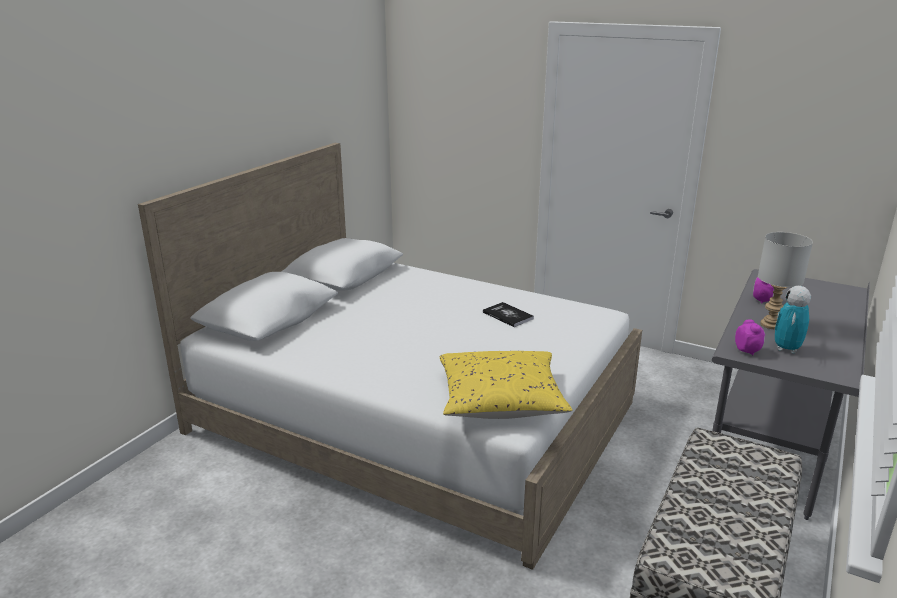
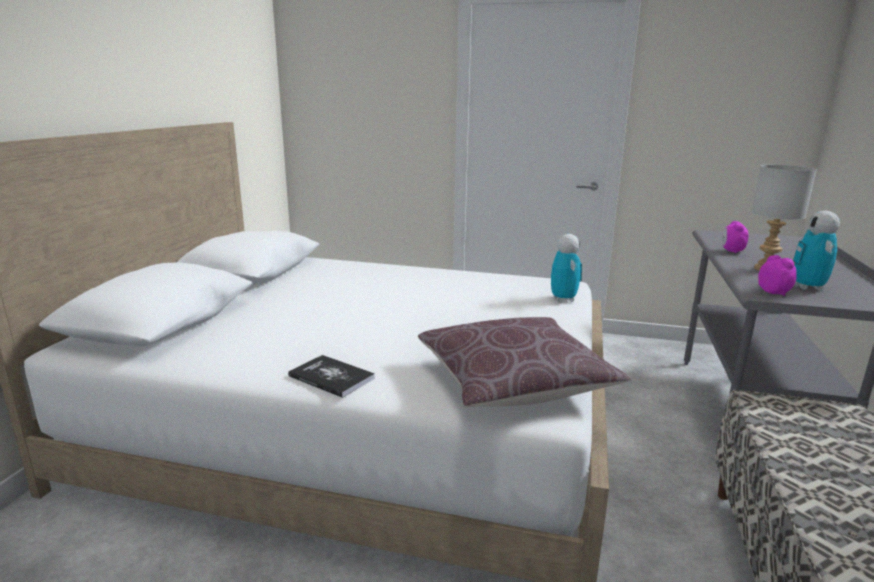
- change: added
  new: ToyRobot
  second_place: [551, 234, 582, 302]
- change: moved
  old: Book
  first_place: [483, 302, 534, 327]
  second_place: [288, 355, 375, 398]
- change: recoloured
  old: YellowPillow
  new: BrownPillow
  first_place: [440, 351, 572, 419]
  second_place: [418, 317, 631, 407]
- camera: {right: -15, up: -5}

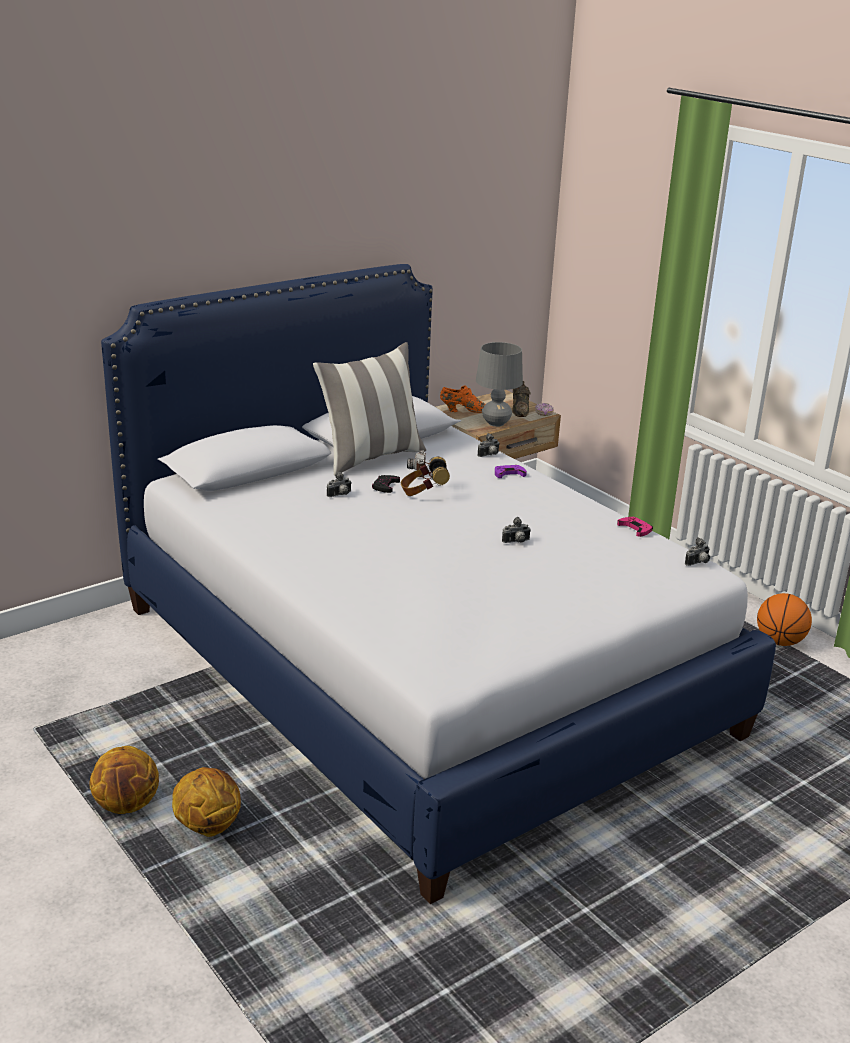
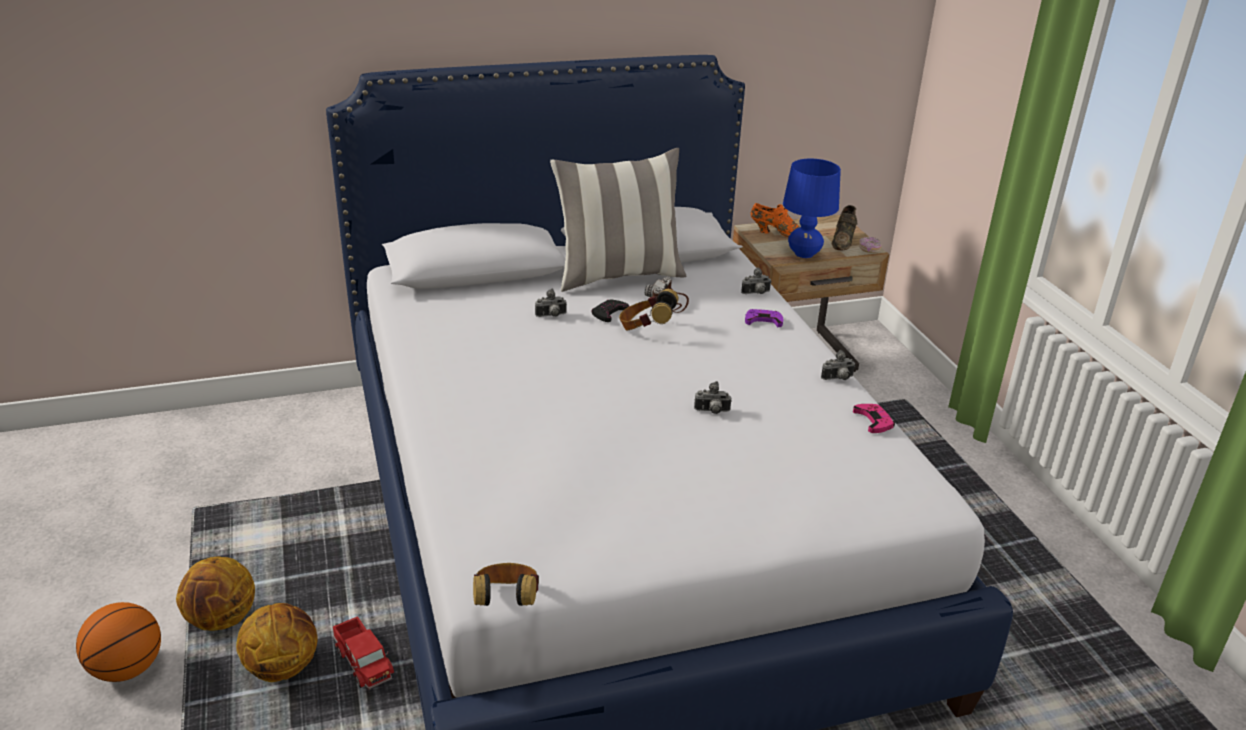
- change: added
  new: ToyTruck
  second_place: [333, 616, 394, 689]
- change: added
  new: Headphones
  second_place: [473, 563, 539, 606]
- change: moved
  old: PhotoCamera
  first_place: [685, 537, 710, 566]
  second_place: [821, 350, 856, 380]
- change: moved
  old: Basketball
  first_place: [757, 593, 812, 646]
  second_place: [76, 602, 161, 682]
- change: recoloured
  old: GreyTableLamp
  new: BlueTableLamp
  first_place: [476, 342, 523, 427]
  second_place: [783, 159, 841, 258]
- camera: {right: 20, up: 5}

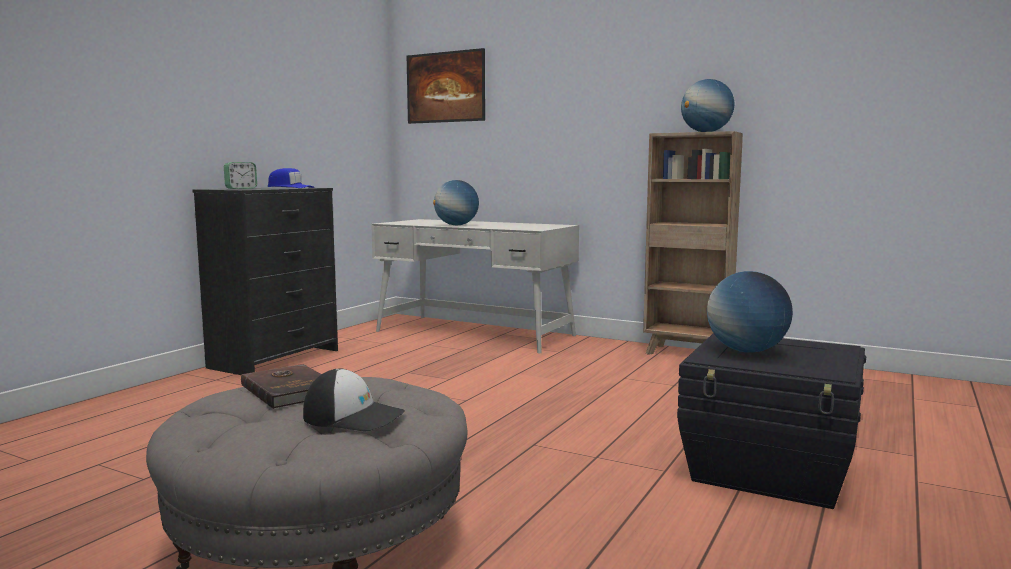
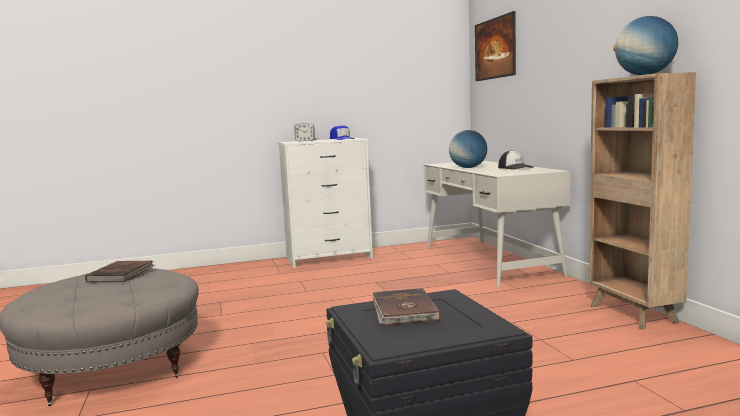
- change: moved
  old: Cap
  first_place: [303, 368, 405, 431]
  second_place: [498, 150, 533, 170]
- change: replaced
  old: Globe
  new: BrownBook
  first_place: [707, 271, 793, 353]
  second_place: [372, 288, 441, 325]
- change: recoloured
  old: BlackDresser
  new: WhiteDresser
  first_place: [192, 187, 338, 375]
  second_place: [278, 138, 373, 268]
- camera: {right: 45, up: 0}

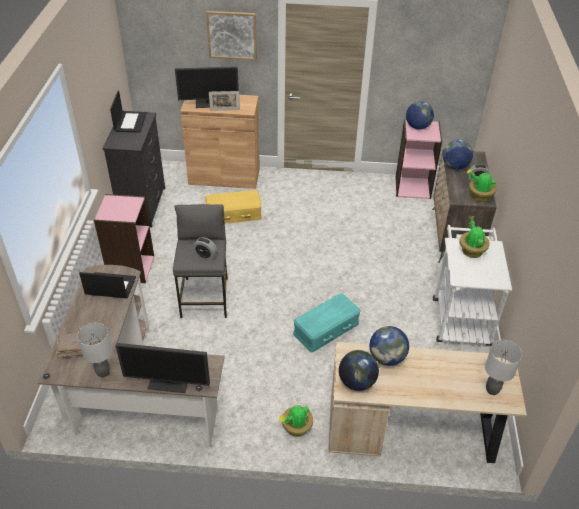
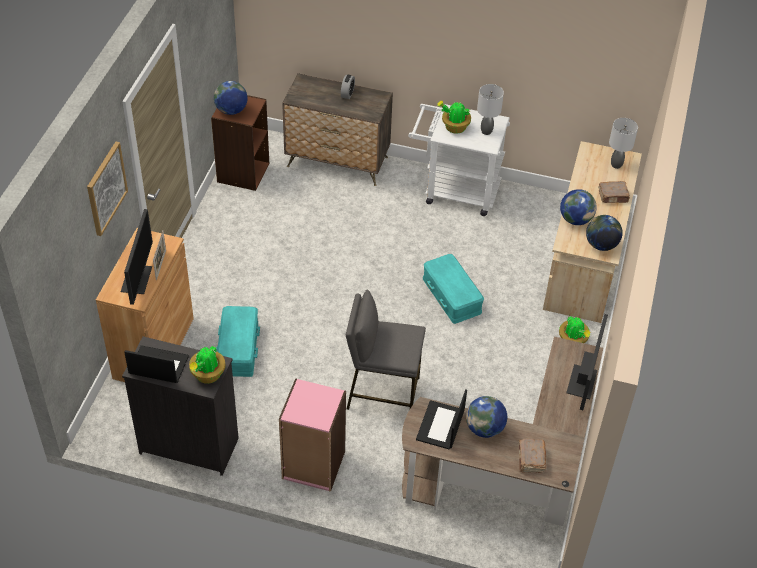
- change: removed
  old: AlarmClock
  first_place: [192, 237, 217, 260]
- change: added
  new: BrownBook
  second_place: [598, 181, 630, 203]
- change: moved
  old: GreyTableLamp
  first_place: [77, 323, 112, 377]
  second_place: [477, 84, 504, 135]
- change: moved
  old: Globe
  first_place: [443, 140, 473, 170]
  second_place: [466, 396, 507, 438]
- change: moved
  old: PottedPlant
  first_place: [466, 169, 497, 202]
  second_place: [189, 345, 226, 384]
- change: recoloured
  old: YellowStorageBox
  new: TurquoiseStorageBox
  first_place: [205, 190, 262, 224]
  second_place: [216, 306, 260, 377]
- change: recoloured
  old: PinkBookcase
  new: BrownBookcase
  first_place: [396, 120, 442, 199]
  second_place: [211, 95, 269, 191]
- camera: {right: -80, up: 5}

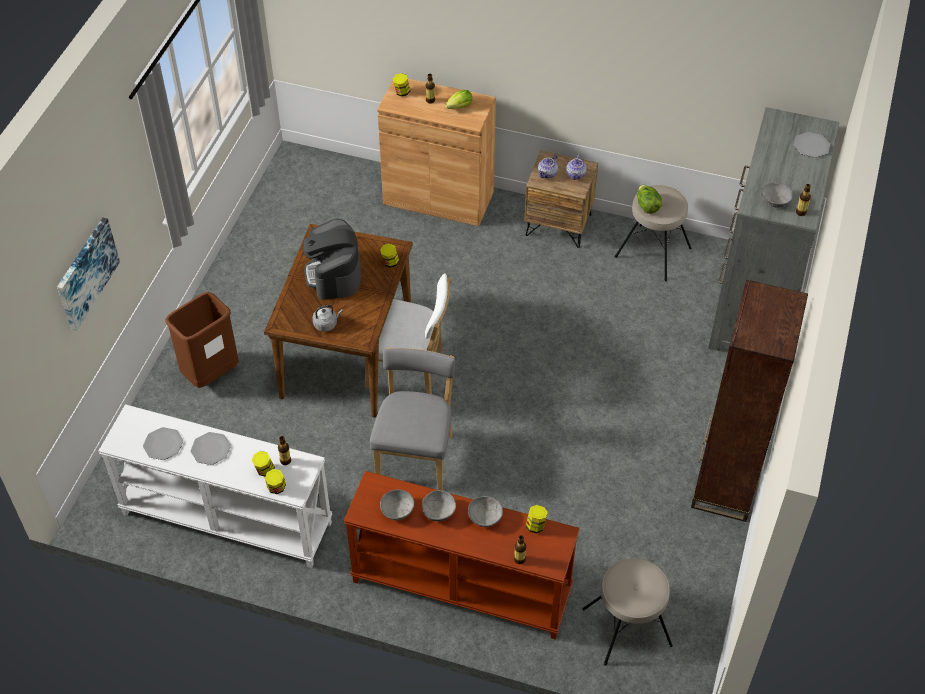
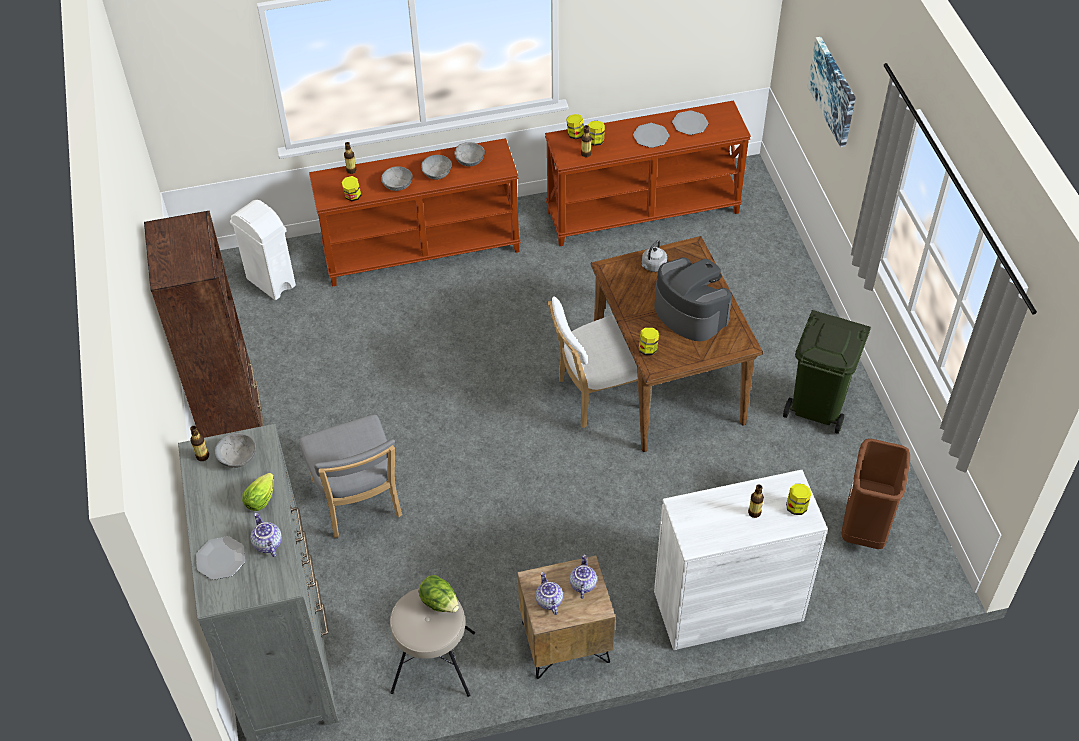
- change: added
  new: Teapot
  second_place: [251, 513, 282, 557]
- change: added
  new: GreenTrashCan
  second_place: [783, 310, 871, 434]
- change: moved
  old: BrownTrashCan
  first_place: [165, 292, 239, 388]
  second_place: [842, 439, 910, 549]
- change: moved
  old: GreyChair
  first_place: [370, 347, 456, 490]
  second_place: [299, 414, 402, 538]
- change: moved
  old: Lettuce
  first_place: [445, 90, 472, 109]
  second_place: [242, 473, 274, 511]
- change: replaced
  old: BeigeStool
  new: WhiteTrashCan
  first_place: [583, 558, 673, 666]
  second_place: [230, 200, 296, 300]
- change: recoloured
  old: WhiteConsoleTable
  new: BrownConsoleTable
  first_place: [99, 404, 332, 568]
  second_place: [545, 101, 751, 246]
- change: recoloured
  old: BrownCabinet
  new: WhiteCabinet
  first_place: [377, 78, 496, 226]
  second_place: [654, 470, 828, 650]
- camera: {right: 150, up: 0}

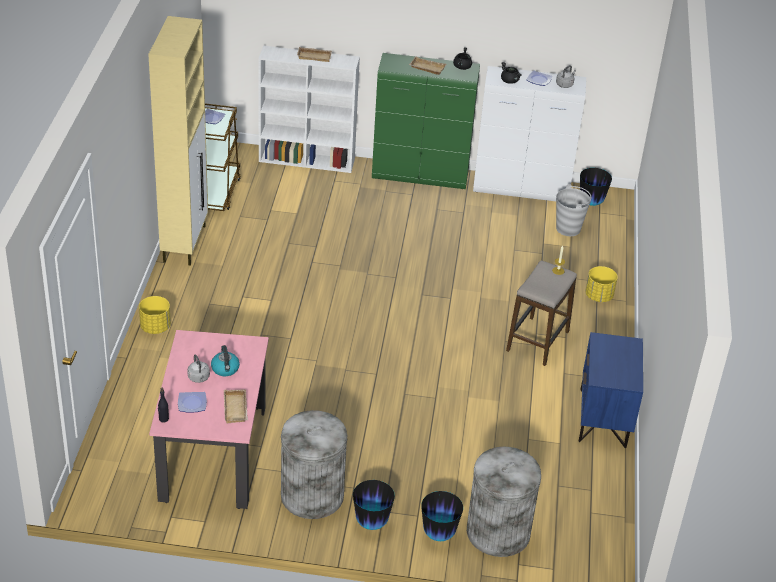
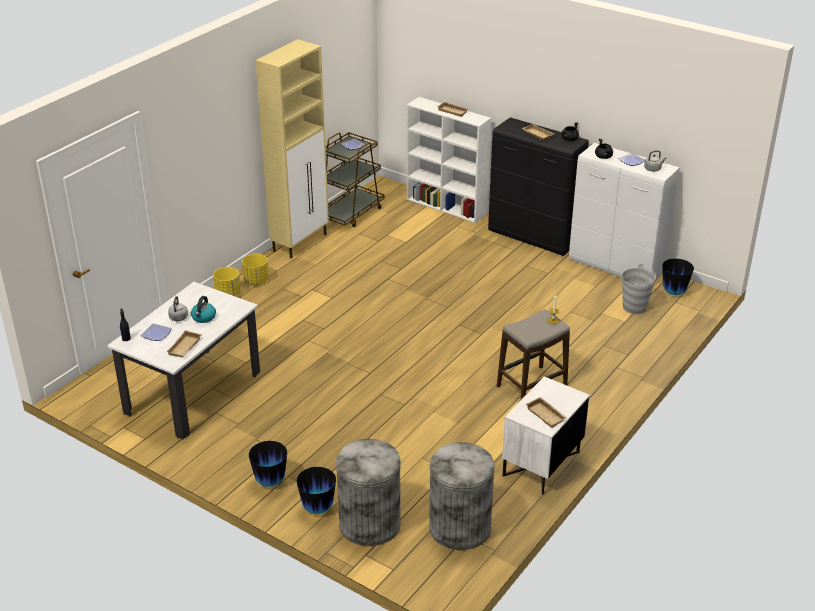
- change: added
  new: BeigeTray
  second_place: [526, 397, 567, 428]
- change: moved
  old: GreyTrashCan
  first_place: [281, 410, 347, 519]
  second_place: [429, 442, 495, 550]
- change: moved
  old: YellowPlanter
  first_place: [585, 266, 618, 302]
  second_place: [242, 254, 269, 284]
- change: recoloured
  old: PinkDiningTable
  new: WhiteDiningTable
  first_place: [149, 330, 269, 509]
  second_place: [107, 282, 260, 440]
- change: recoloured
  old: GreenCabinet
  new: BlackCabinet
  first_place: [372, 53, 480, 189]
  second_place: [488, 117, 589, 256]
- change: recoloured
  old: BlueNightstand
  new: WhiteNightstand
  first_place: [578, 332, 643, 448]
  second_place: [502, 377, 590, 495]
- camera: {right: 30, up: -5}

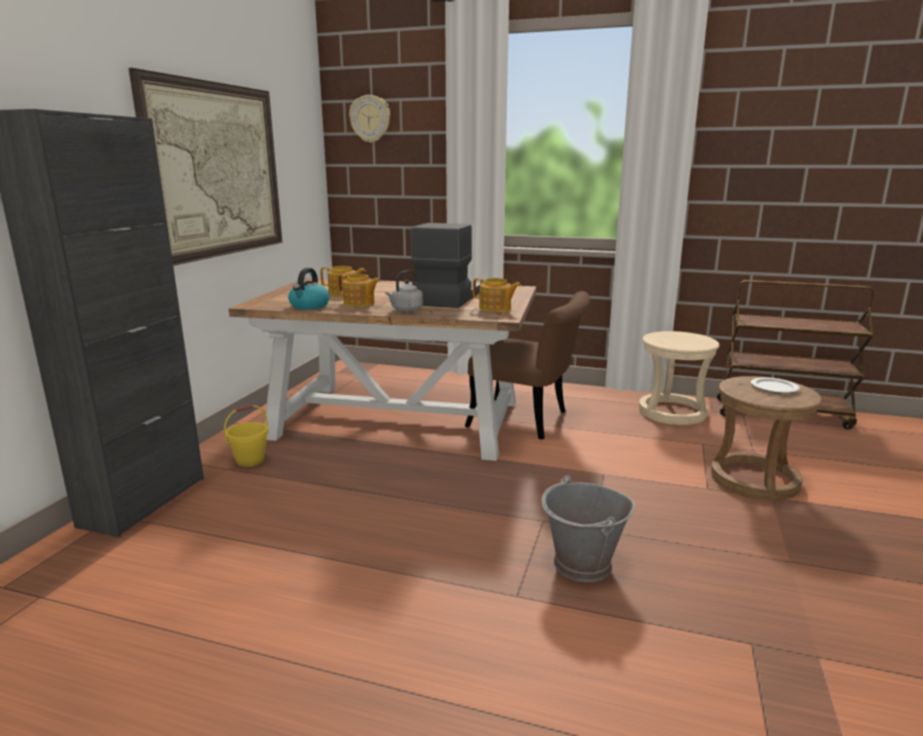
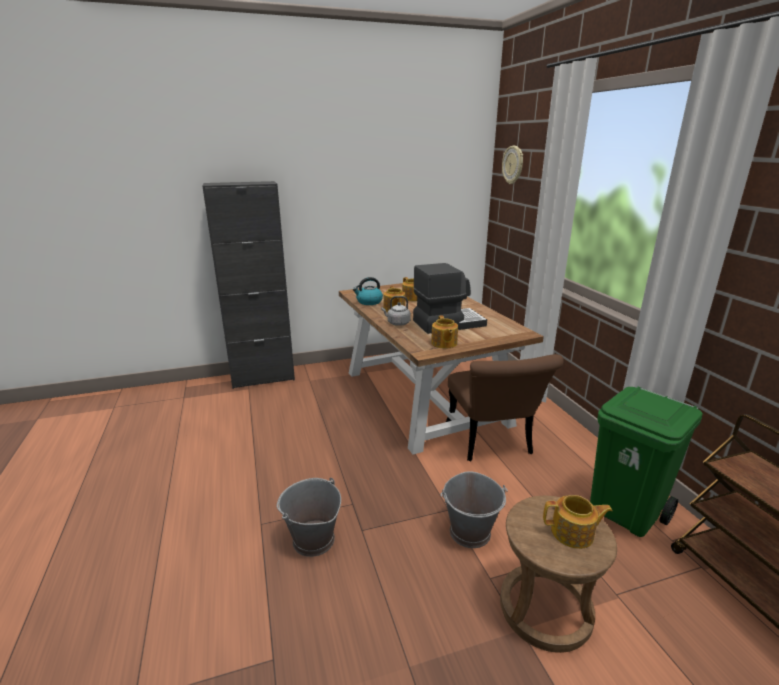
- change: removed
  old: Picture
  first_place: [129, 68, 282, 266]
- change: removed
  old: YellowBucket
  first_place: [224, 405, 268, 467]
- change: added
  new: GreyBucket
  second_place: [441, 471, 508, 548]
- change: replaced
  old: BeigeStool
  new: GreenTrashCan
  first_place: [639, 331, 720, 425]
  second_place: [590, 387, 703, 537]
- change: replaced
  old: Plate
  new: Teapot
  first_place: [751, 377, 800, 393]
  second_place: [543, 495, 613, 549]
- camera: {right: 55, up: 5}

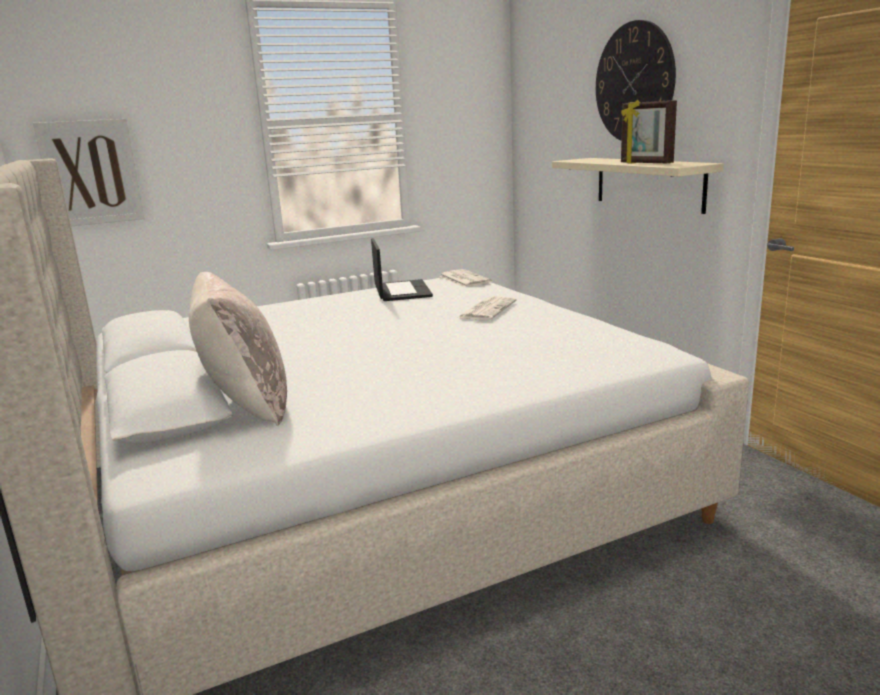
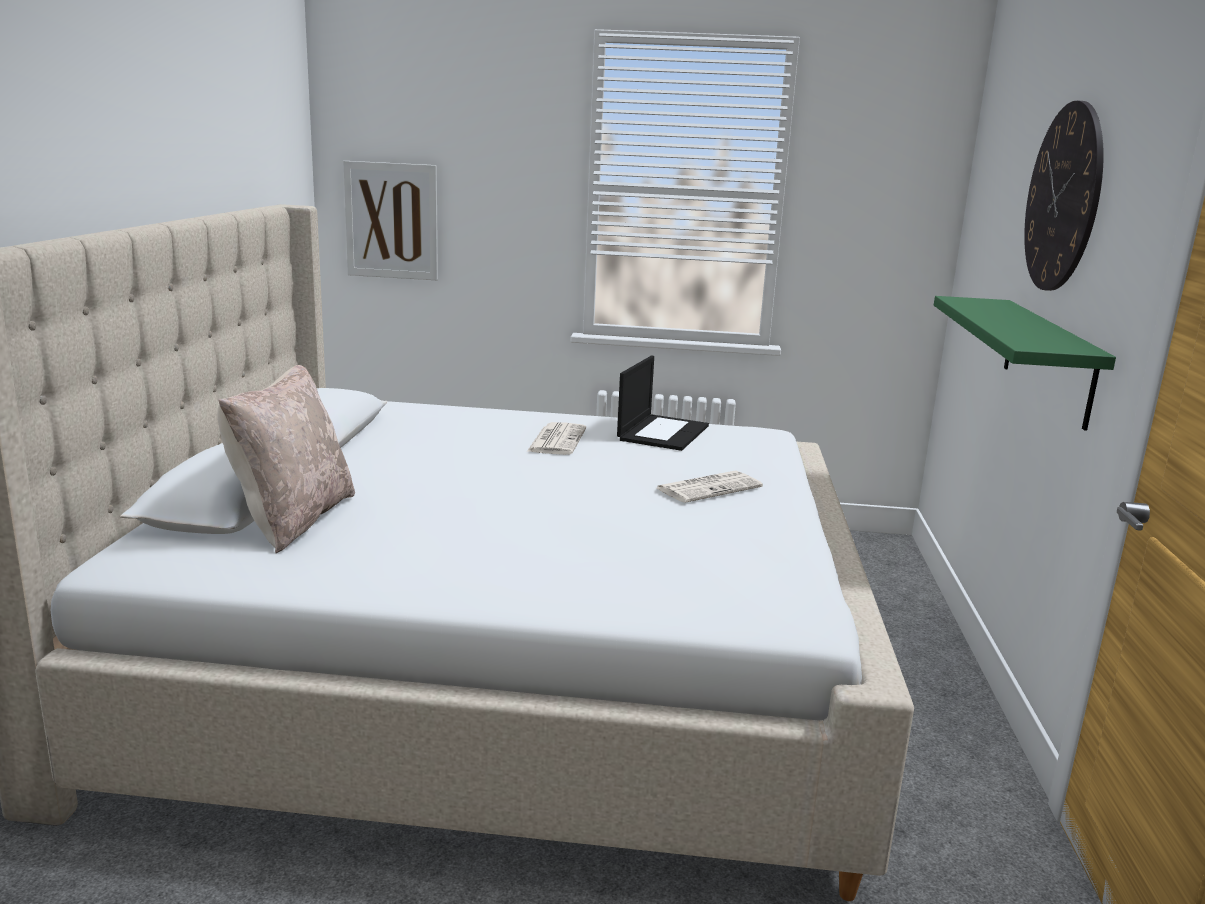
- change: removed
  old: PictureFrame
  first_place: [621, 100, 677, 163]
- change: moved
  old: Newspaper
  first_place: [439, 269, 492, 287]
  second_place: [527, 422, 586, 455]
- change: recoloured
  old: BeigeShelf
  new: GreenShelf
  first_place: [552, 158, 724, 214]
  second_place: [934, 296, 1116, 431]
- camera: {right: 30, up: 0}

